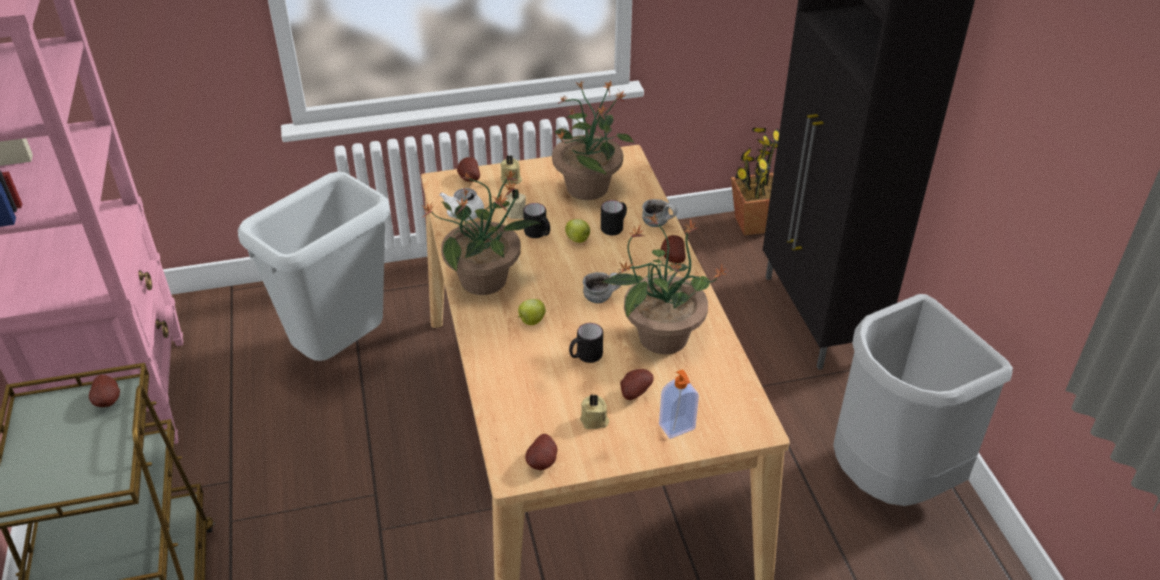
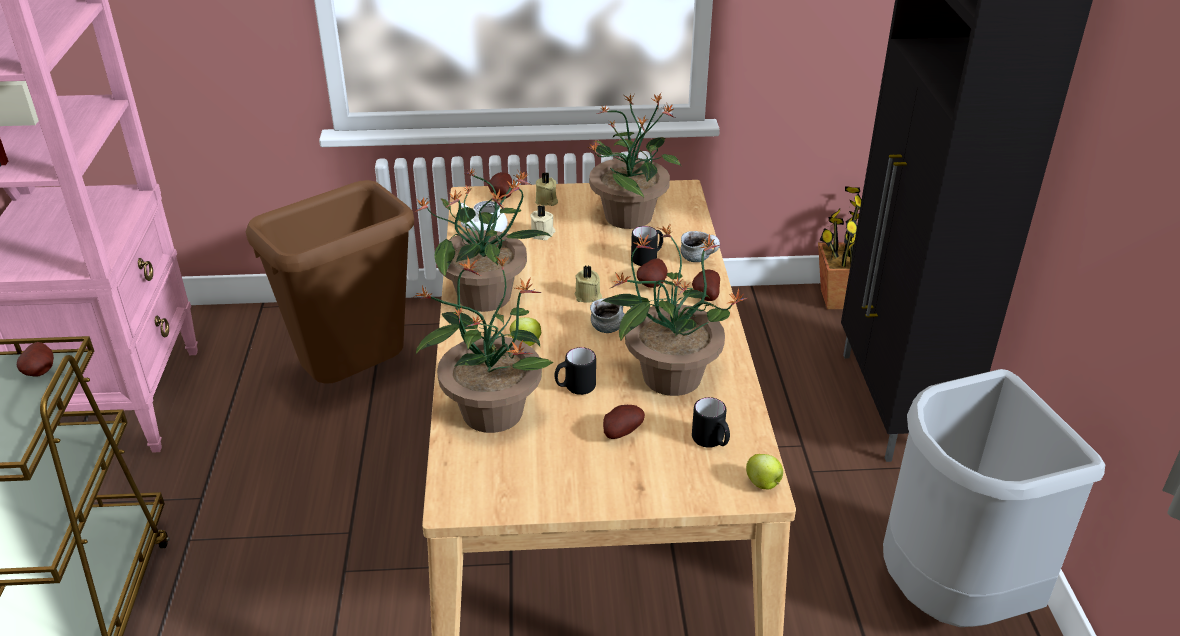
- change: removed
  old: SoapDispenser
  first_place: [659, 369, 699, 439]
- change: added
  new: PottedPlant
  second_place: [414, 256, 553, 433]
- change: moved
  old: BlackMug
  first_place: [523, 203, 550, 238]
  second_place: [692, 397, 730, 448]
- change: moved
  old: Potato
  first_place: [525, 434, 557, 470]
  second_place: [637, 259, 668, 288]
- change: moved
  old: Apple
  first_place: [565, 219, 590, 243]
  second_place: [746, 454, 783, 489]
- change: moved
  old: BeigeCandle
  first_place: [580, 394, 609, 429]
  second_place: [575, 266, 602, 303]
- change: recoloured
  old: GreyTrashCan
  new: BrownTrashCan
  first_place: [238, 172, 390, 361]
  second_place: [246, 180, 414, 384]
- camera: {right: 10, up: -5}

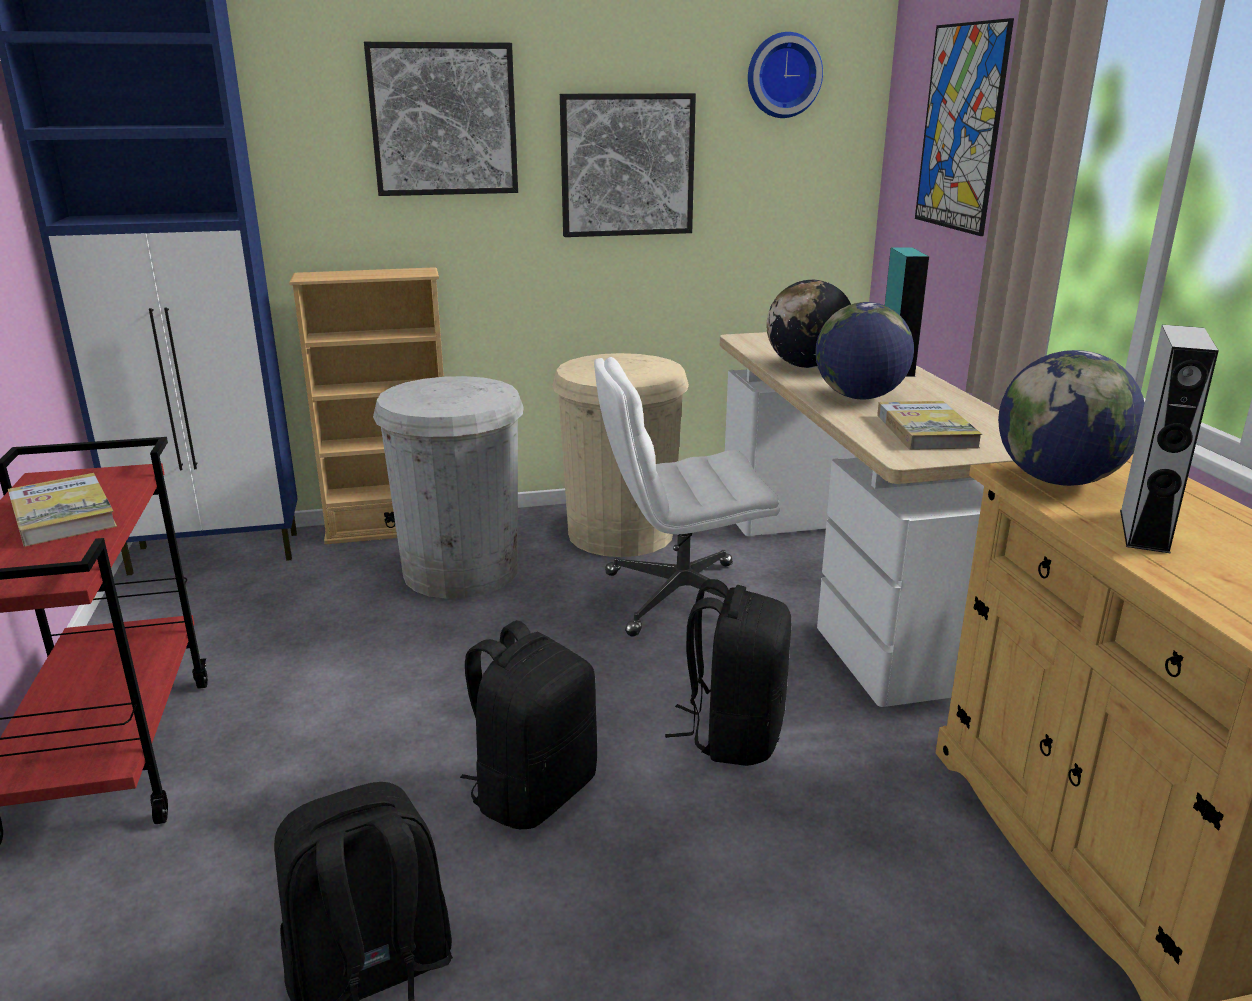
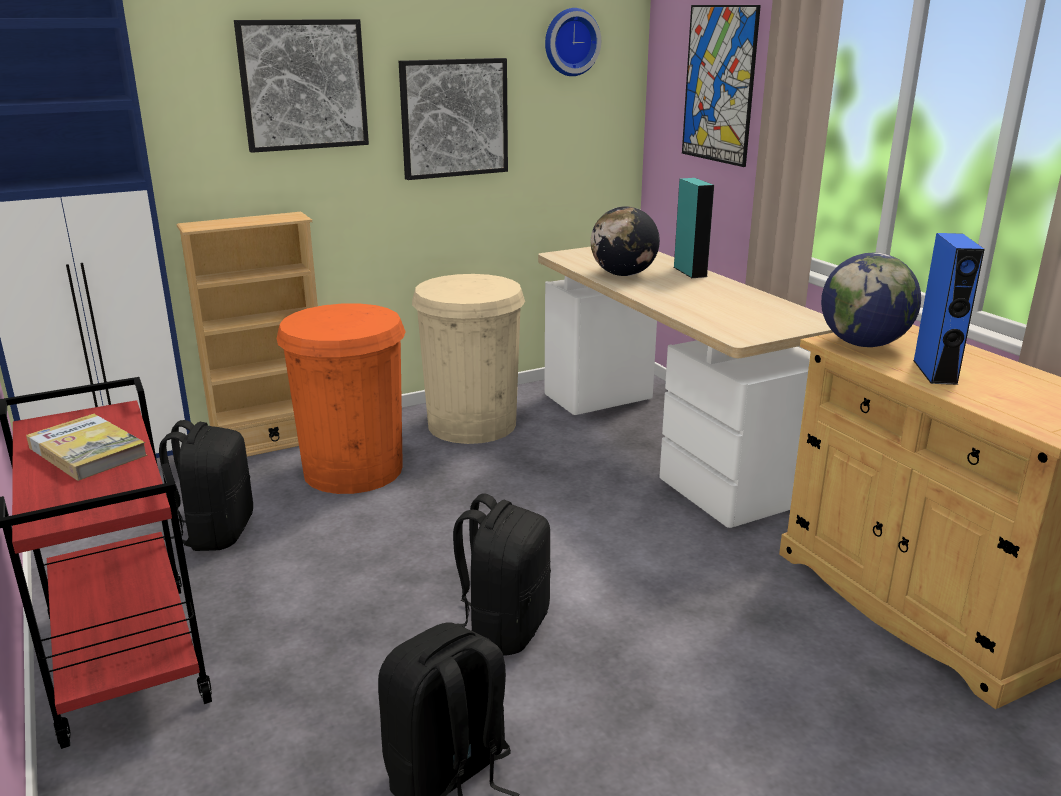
- change: removed
  old: WhiteOfficeChair
  first_place: [594, 357, 780, 637]
- change: removed
  old: Globe
  first_place: [815, 302, 914, 399]
- change: removed
  old: Book
  first_place: [877, 401, 982, 450]
- change: moved
  old: BlackBackpack
  first_place: [665, 579, 791, 766]
  second_place: [159, 420, 253, 551]
- change: recoloured
  old: WhiteTrashCan
  new: OrangeTrashCan
  first_place: [373, 376, 524, 599]
  second_place: [277, 303, 406, 494]
- change: recoloured
  old: GreySpeaker
  new: BlueSpeaker
  first_place: [1120, 325, 1219, 553]
  second_place: [913, 233, 985, 385]
- camera: {right: -15, up: 0}

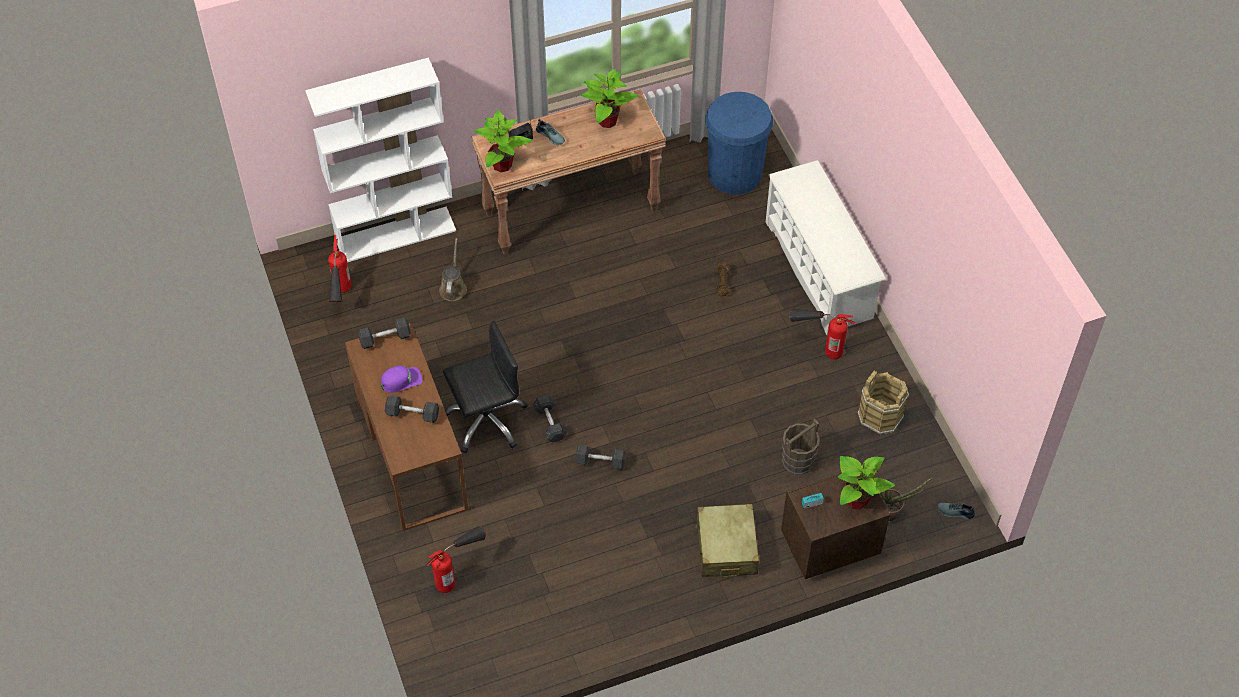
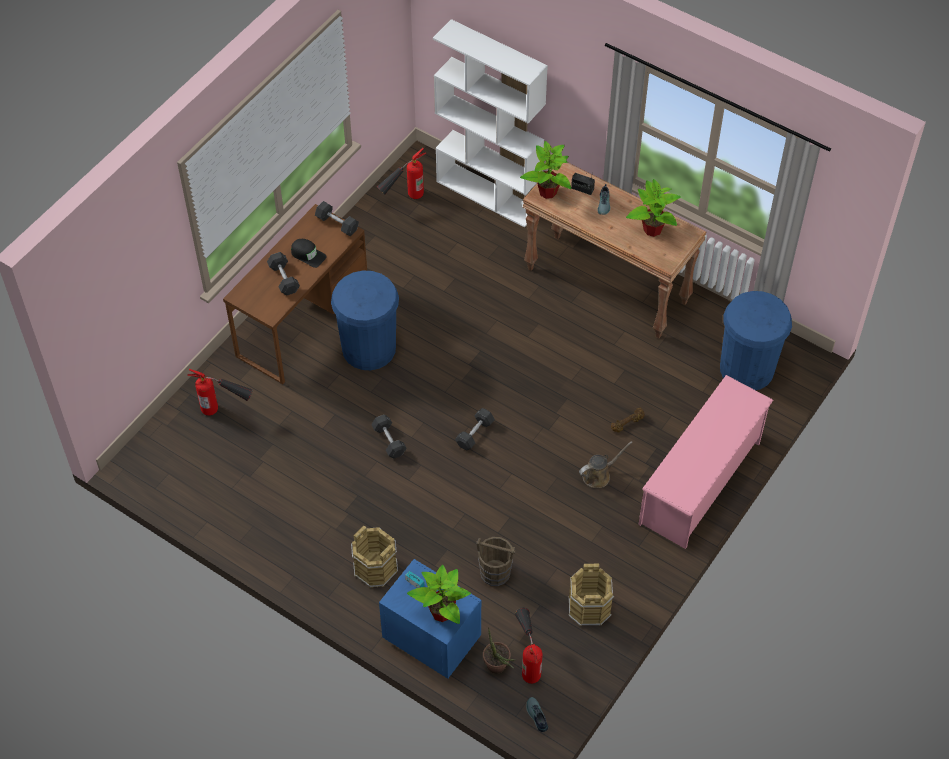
- change: moved
  old: BrownWateringCan
  first_place: [439, 238, 467, 301]
  second_place: [579, 441, 633, 488]
- change: moved
  old: GreyDumbbell
  first_place: [533, 395, 567, 443]
  second_place: [455, 408, 495, 451]
- change: moved
  old: FireExtinguisher
  first_place: [789, 308, 855, 359]
  second_place: [515, 608, 543, 684]
- change: replaced
  old: BlackOfficeChair
  new: BlueTrashCan
  first_place: [443, 321, 528, 453]
  second_place: [331, 271, 399, 370]
- change: replaced
  old: BeigeSuitcase
  new: BrownBucket
  first_place: [696, 504, 759, 577]
  second_place: [351, 525, 398, 588]
- change: recoloured
  old: PurpleCap
  new: BlackCap
  first_place: [381, 365, 423, 393]
  second_place: [291, 239, 327, 268]
- change: recoloured
  old: WhiteShoeRack
  new: PinkShoeRack
  first_place: [766, 160, 886, 335]
  second_place: [638, 375, 773, 549]
- change: recoloured
  old: BrownNightstand
  new: BlueNightstand
  first_place: [781, 473, 890, 579]
  second_place: [379, 559, 481, 679]
- camera: {right: 55, up: 0}

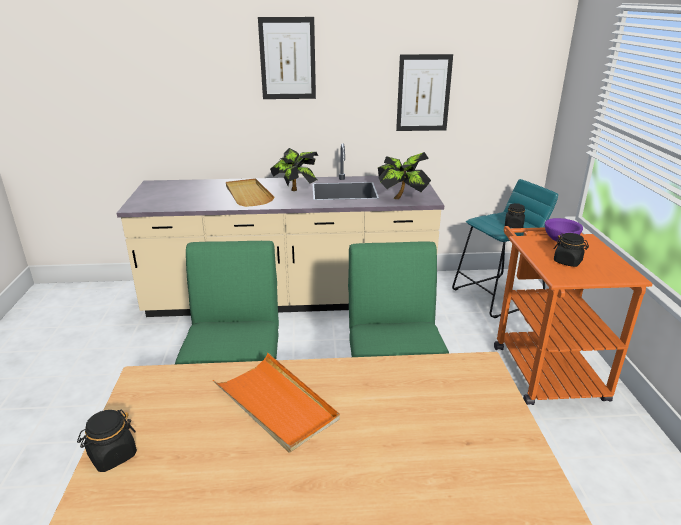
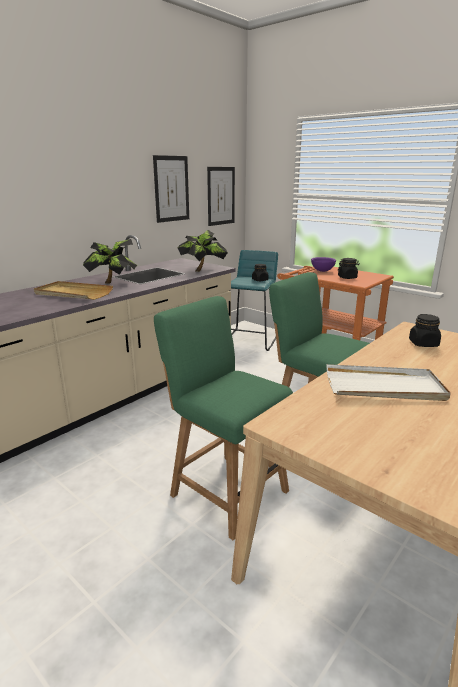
- change: moved
  old: BlackJar
  first_place: [77, 409, 137, 472]
  second_place: [409, 314, 441, 347]
- change: moved
  old: Picture
  first_place: [258, 17, 316, 99]
  second_place: [207, 167, 235, 226]
- change: recoloured
  old: OrangeTray
  new: WhiteTray
  first_place: [213, 353, 340, 453]
  second_place: [327, 364, 451, 401]
- camera: {right: -45, up: -5}

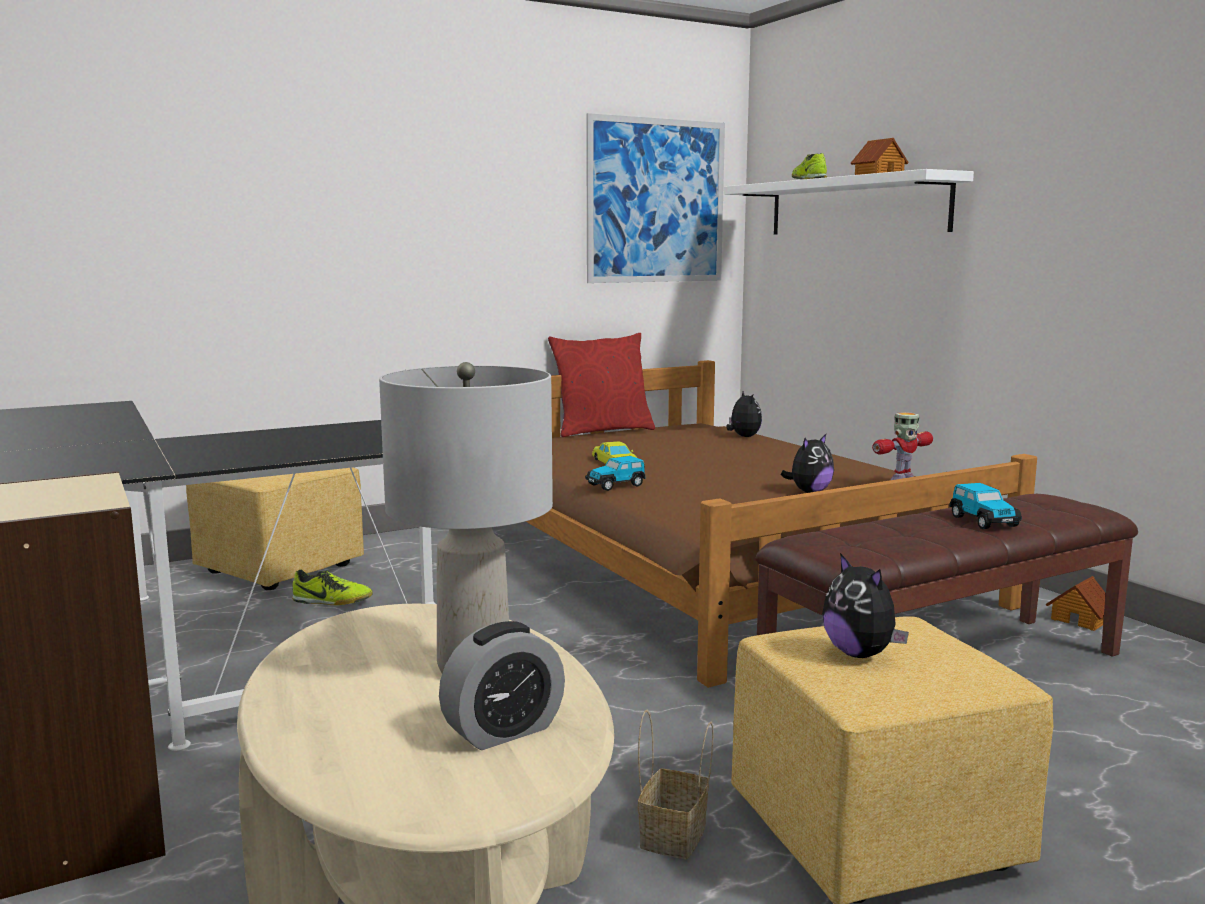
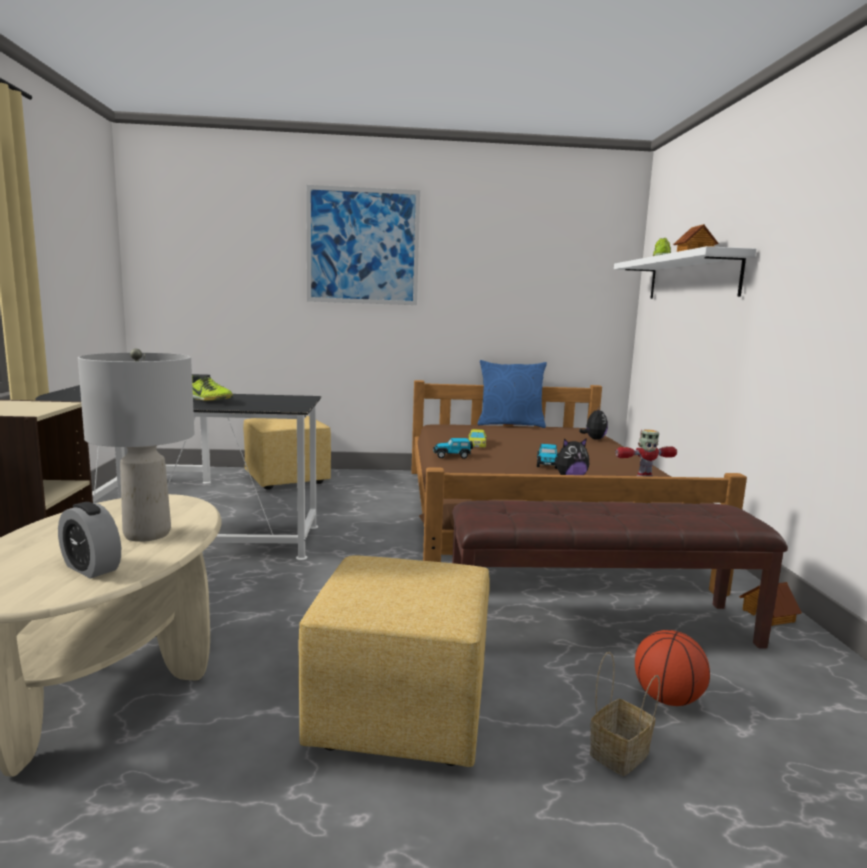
- change: removed
  old: PlushToy
  first_place: [822, 553, 909, 658]
- change: added
  new: Basketball
  second_place: [635, 630, 710, 706]
- change: moved
  old: Shoe
  first_place: [292, 569, 373, 605]
  second_place: [192, 376, 233, 401]
- change: moved
  old: Picture
  first_place: [586, 113, 725, 283]
  second_place: [306, 185, 420, 305]
- change: moved
  old: Basket
  first_place: [638, 710, 714, 859]
  second_place: [590, 652, 660, 776]
- change: moved
  old: ToyCar
  first_place: [949, 483, 1022, 529]
  second_place: [537, 444, 559, 469]
- change: recoloured
  old: RedPillow
  new: BluePillow
  first_place: [548, 333, 655, 437]
  second_place: [478, 360, 547, 428]
- change: turned
  old: AlarmClock
  first_place: [439, 621, 565, 750]
  second_place: [58, 502, 121, 578]
  degrees: 45
- camera: {right: 25, up: 0}

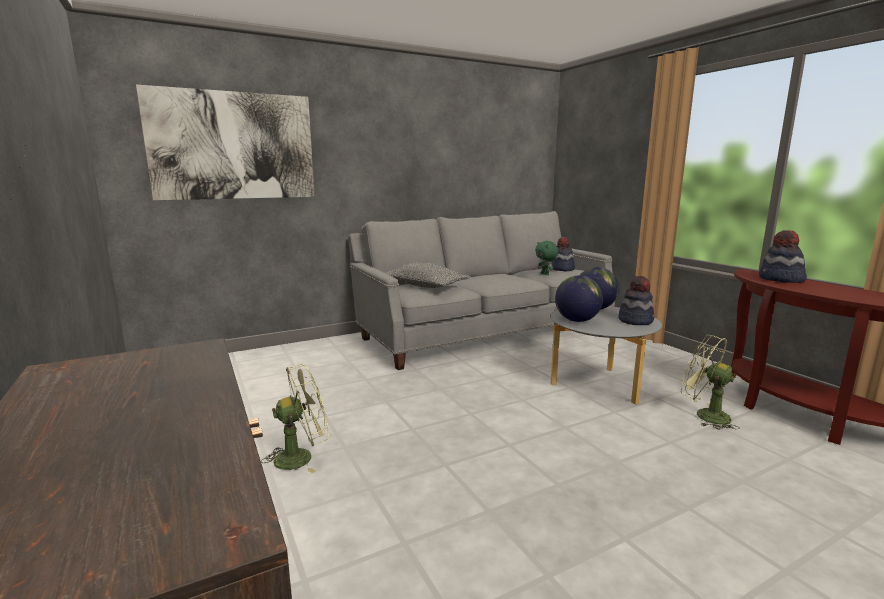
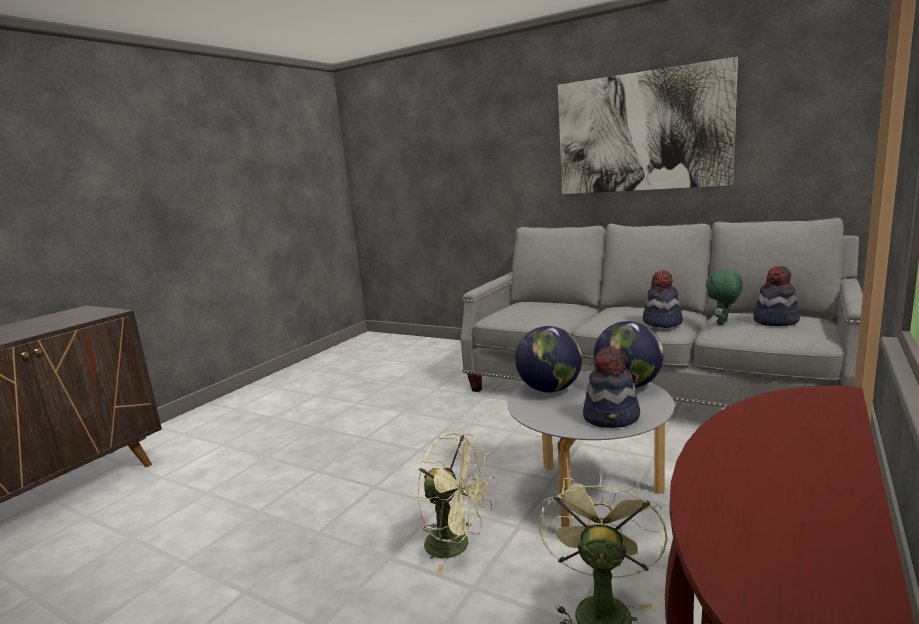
- change: removed
  old: GreyPillow
  first_place: [386, 262, 470, 288]
- change: moved
  old: Picture
  first_place: [136, 85, 315, 200]
  second_place: [558, 57, 738, 194]
- change: moved
  old: GreenFan
  first_place: [261, 364, 329, 473]
  second_place: [417, 433, 495, 573]
- change: moved
  old: Hat
  first_place: [759, 230, 807, 283]
  second_place: [643, 270, 683, 328]
- camera: {right: 60, up: 0}

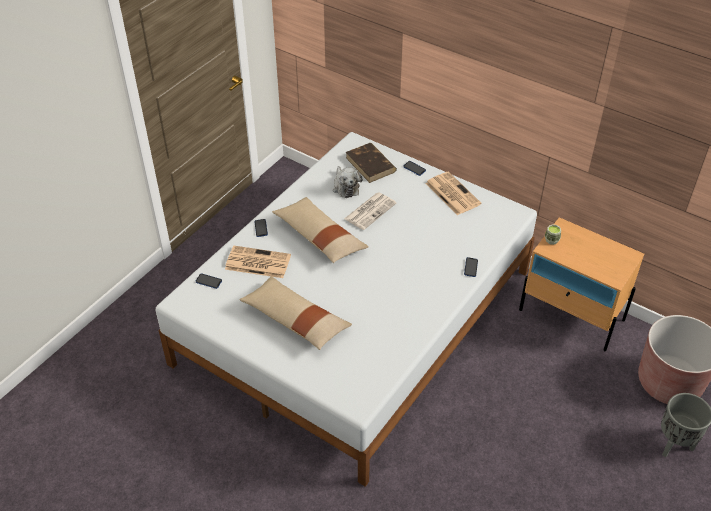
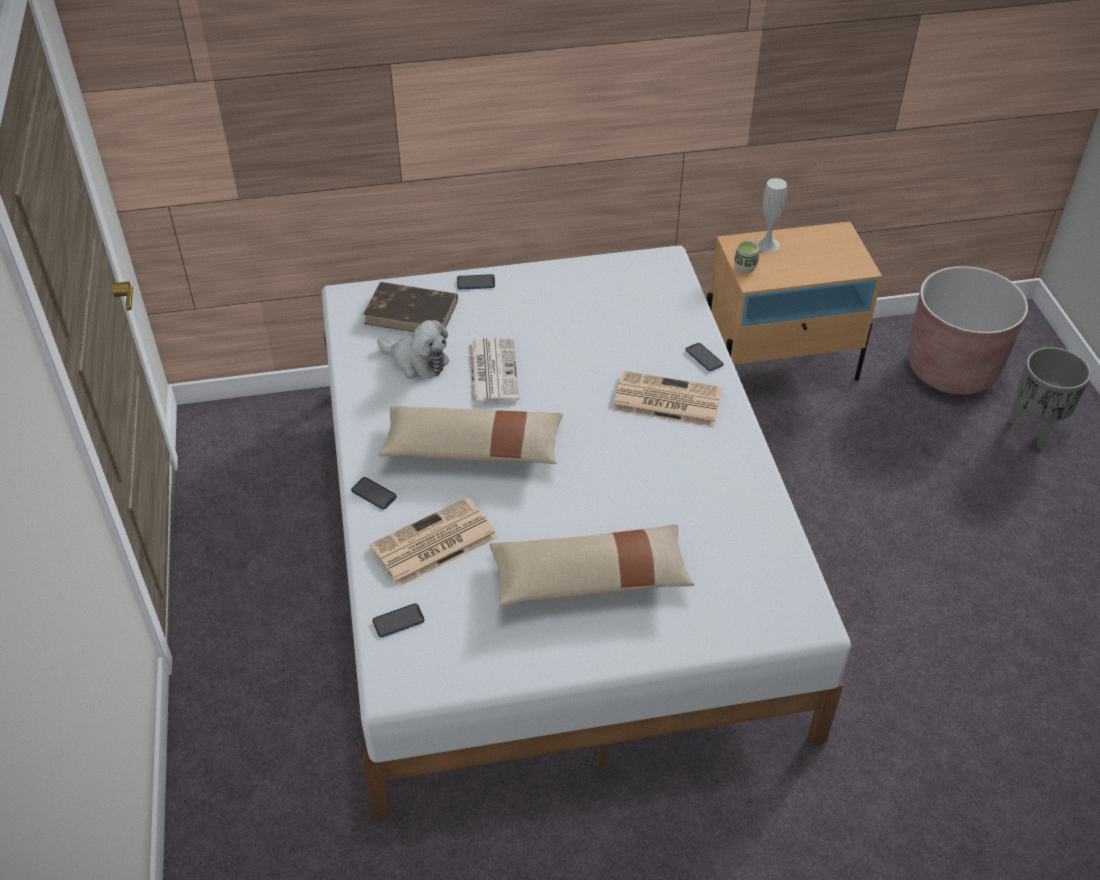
- change: added
  new: WhiteVase
  second_place: [755, 178, 787, 253]
- change: moved
  old: Newspaper
  first_place: [425, 172, 481, 215]
  second_place: [612, 371, 722, 427]
- camera: {right: -45, up: 0}

